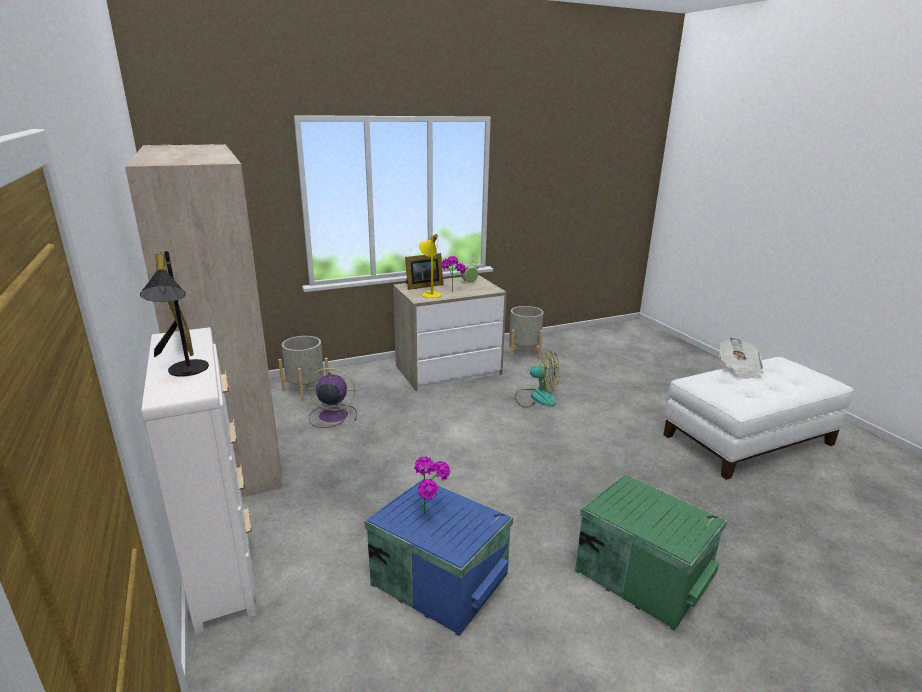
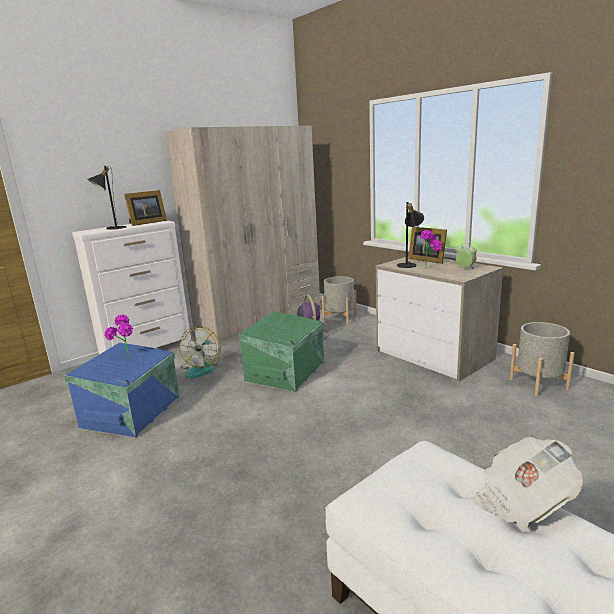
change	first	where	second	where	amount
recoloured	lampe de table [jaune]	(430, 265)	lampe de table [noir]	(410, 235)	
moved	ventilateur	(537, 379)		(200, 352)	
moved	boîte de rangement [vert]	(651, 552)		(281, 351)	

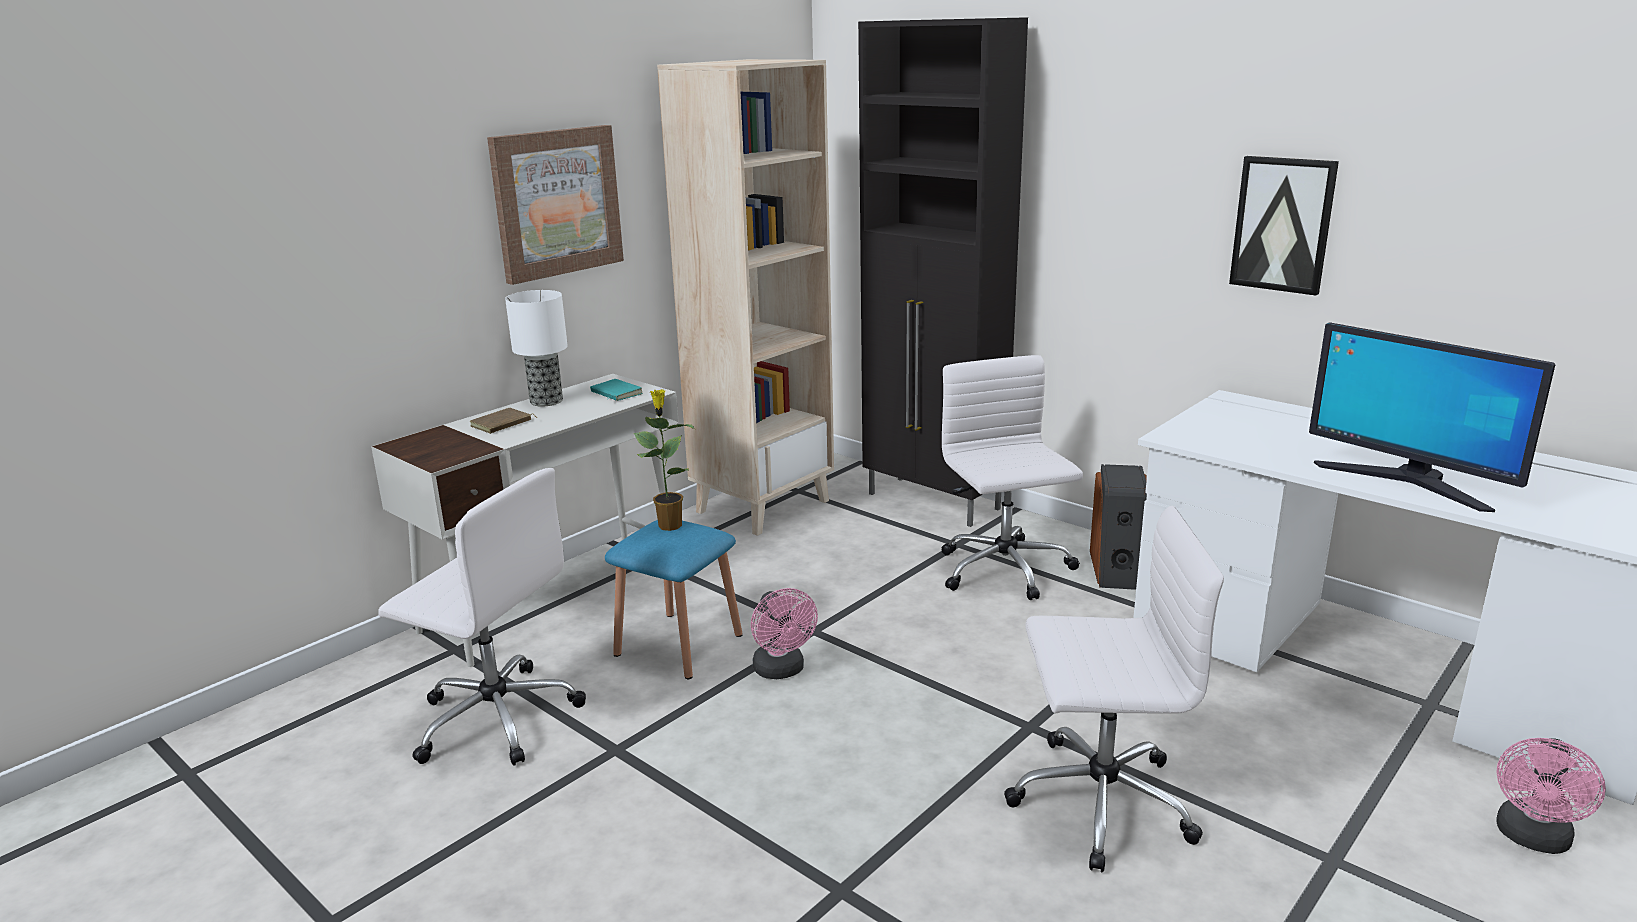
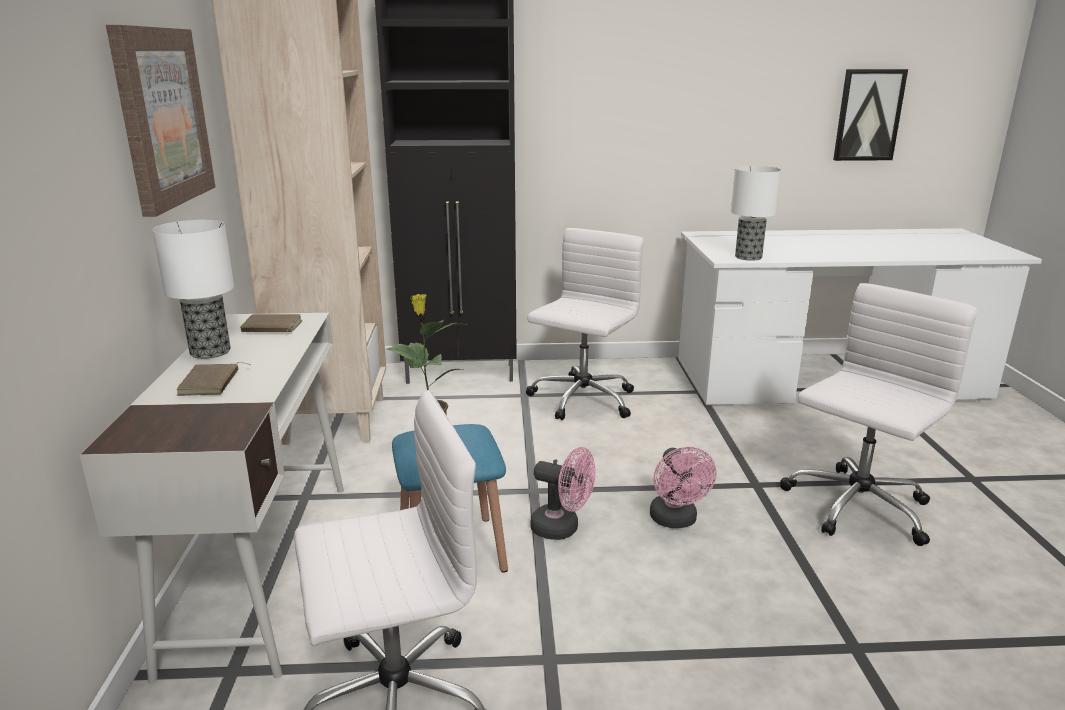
change	first	where	second	where	amount
recoloured	livre [turquoise]	(616, 390)	livre [marron]	(271, 323)	
turned	chaise de bureau [blanc]	(1012, 477)		(585, 324)	90 degrees clockwise
removed	enceinte	(1118, 527)			
moved	tableau	(1284, 226)		(870, 115)	
removed	écran d'ordinateur	(1432, 417)			
moved	ventilateur [rose]	(1551, 796)		(683, 487)	
added			lampe de table	(756, 213)	

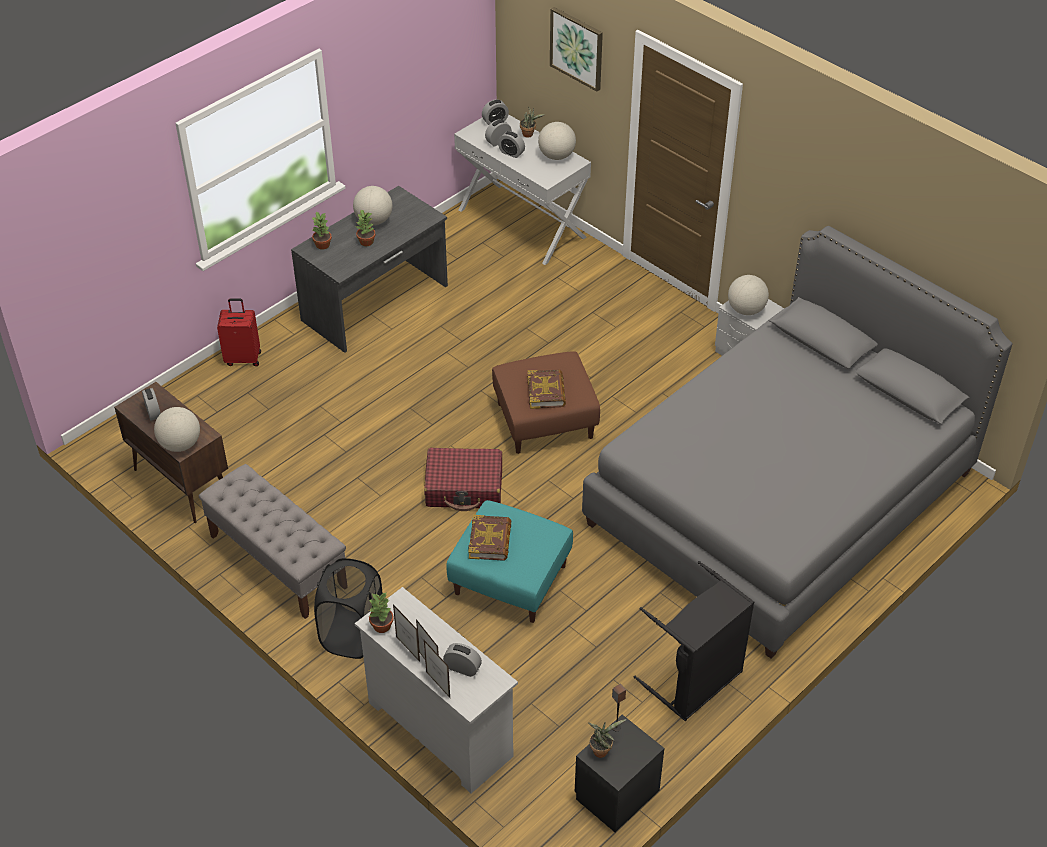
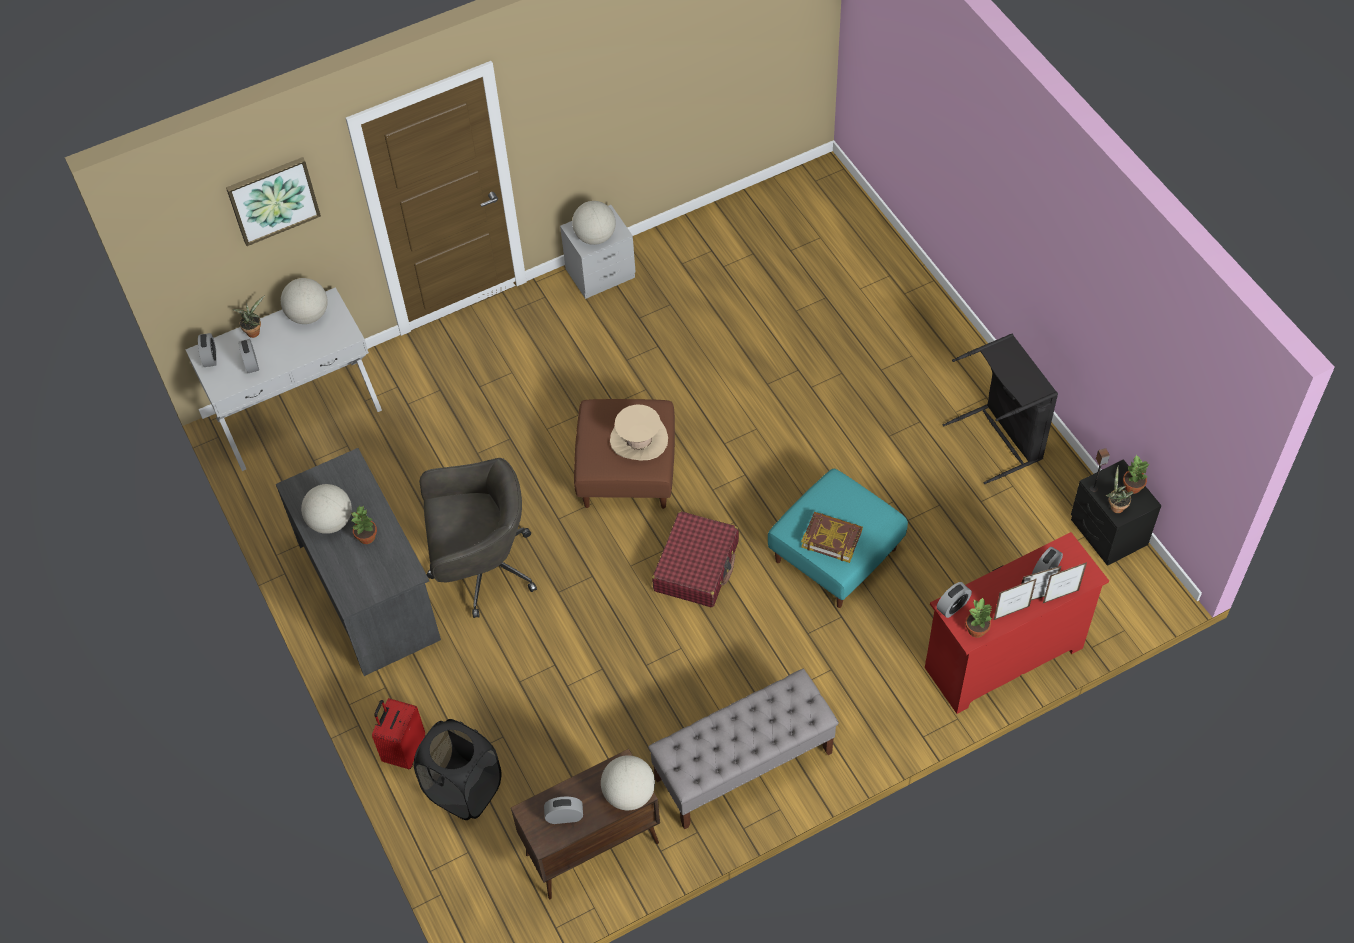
change	first	where	second	where	amount
moved	plante en pot	(321, 231)		(1136, 474)	
moved	panier à linge [noir]	(348, 608)		(458, 769)	
recoloured	commode [blanc]	(436, 690)	commode [rouge]	(1017, 623)	
moved	réveil	(511, 144)		(954, 600)	
replaced	livre	(546, 389)	chapeau [beige]	(639, 432)	
removed	lit [gris]	(797, 442)			
added			chaise de bureau [gris]	(478, 538)	

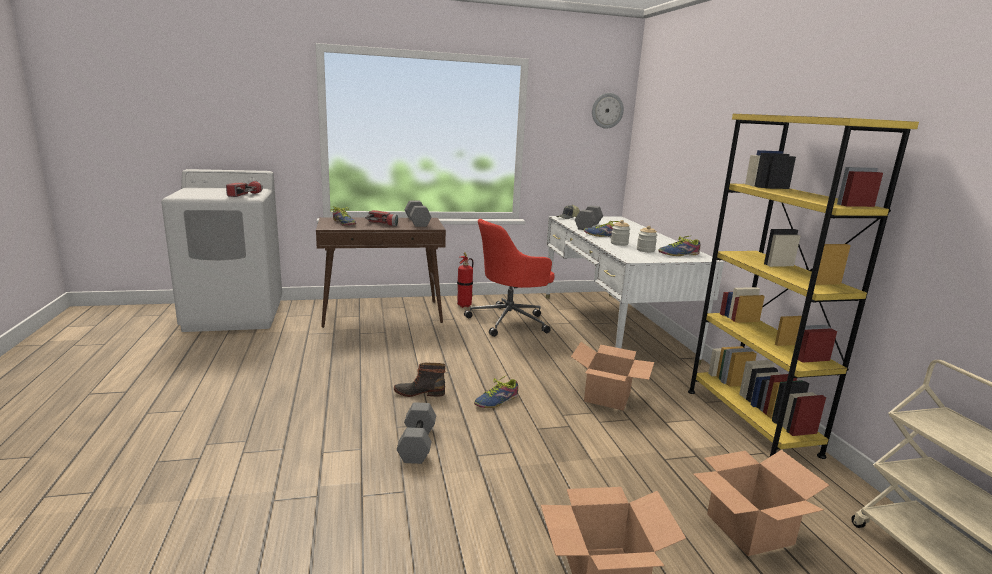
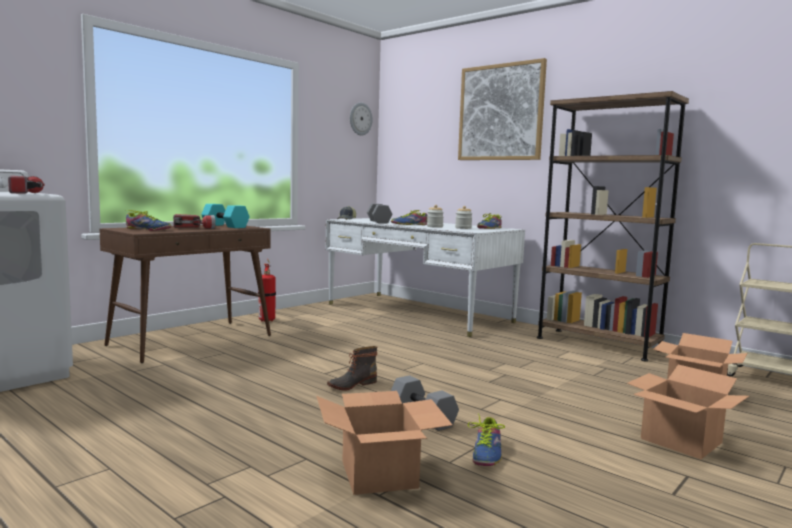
change	first	where	second	where	amount
recoloured	haltère [gris]	(418, 213)	haltère [turquoise]	(225, 216)	
removed	chaise de bureau [rouge]	(509, 278)			
moved	chaussure	(496, 391)		(486, 439)	
moved	carton	(612, 376)		(384, 443)	
recoloured	bibliothèque [jaune]	(803, 286)	bibliothèque [marron]	(613, 226)	
added			tableau	(502, 109)	

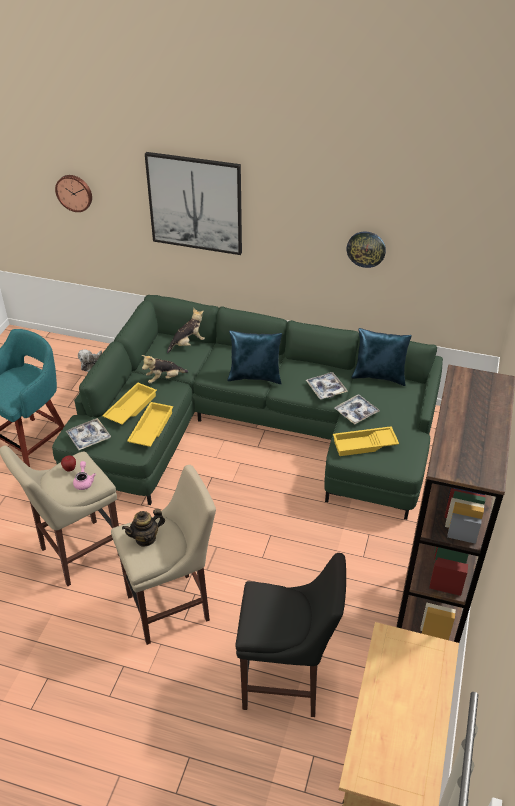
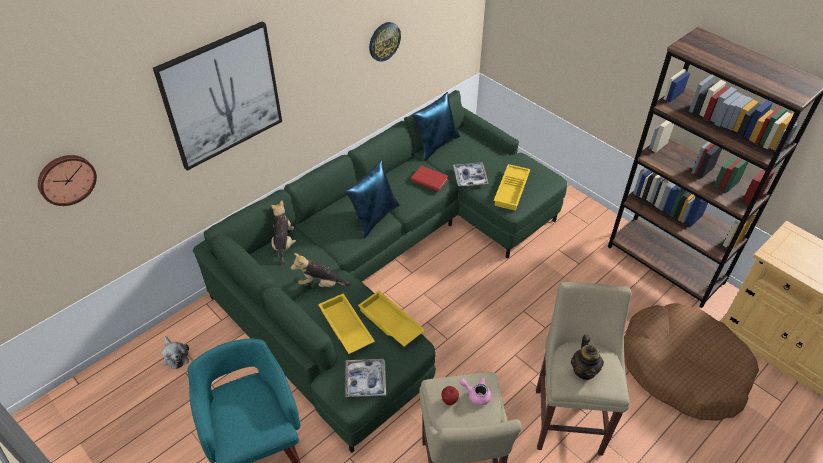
change	first	where	second	where	amount
turned	peluche	(165, 369)		(321, 270)	90 degrees clockwise
replaced	tabouret [noir]	(290, 635)	panier pour chien [marron]	(691, 362)	
replaced	plateau	(327, 385)	livre [rouge]	(429, 179)	

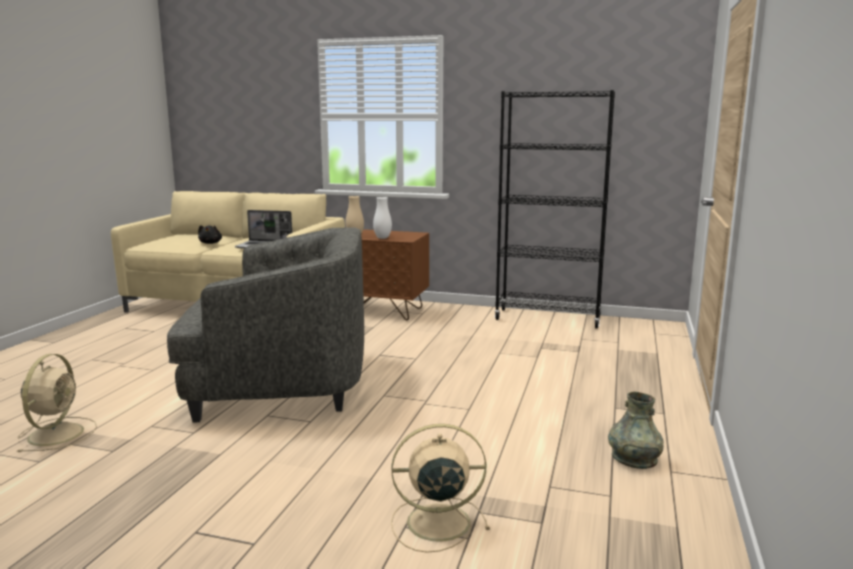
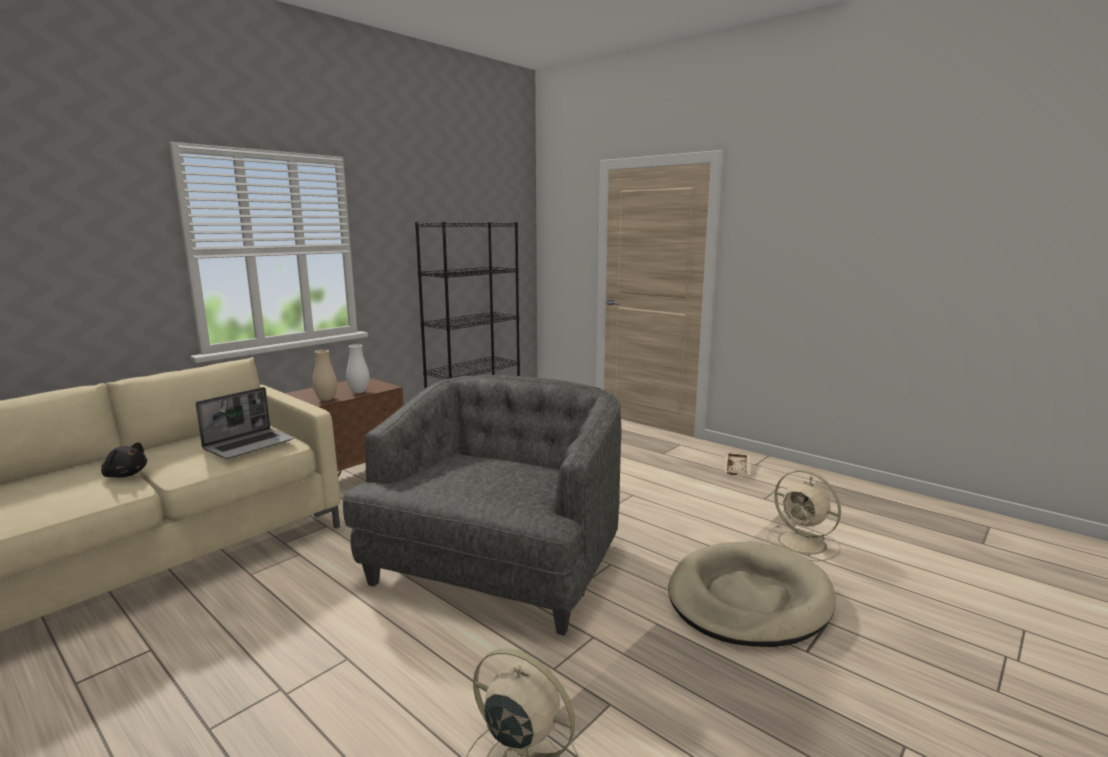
change	first	where	second	where	amount
turned	ventilateur [beige]	(440, 488)		(804, 515)	60 degrees counterclockwise
replaced	vase [gris]	(635, 430)	plateau [beige]	(737, 463)	
added			panier pour chien [beige]	(752, 594)	

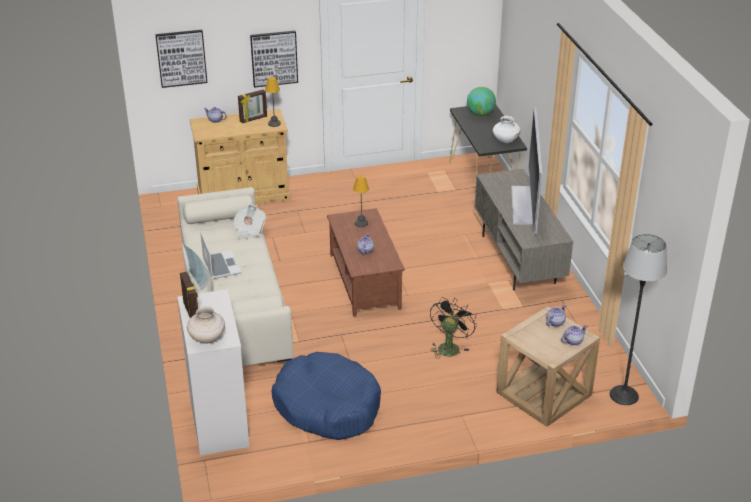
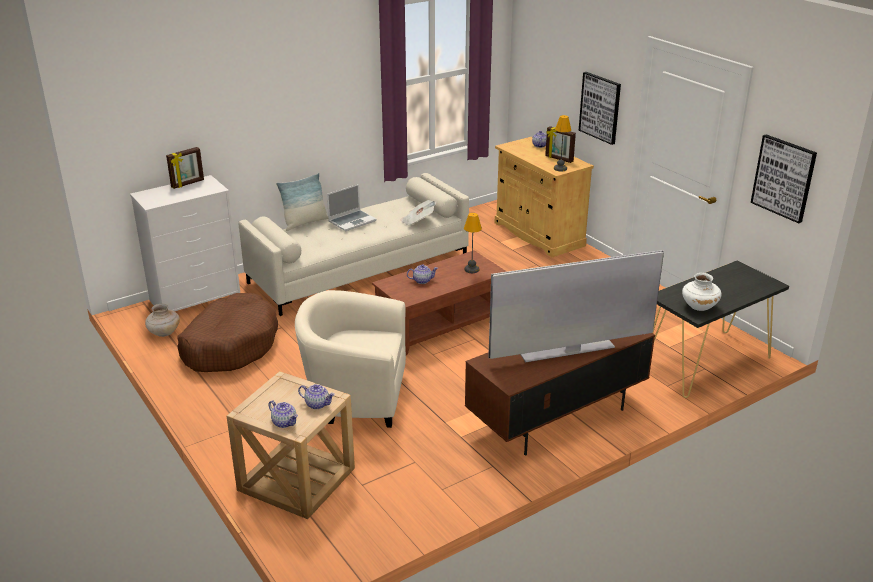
change	first	where	second	where	amount
moved	tableau	(181, 59)		(784, 178)	
moved	vase [beige]	(206, 325)		(162, 320)	
recoloured	panier pour chien [bleu]	(326, 396)	panier pour chien [marron]	(227, 332)	
replaced	ventilateur [noir]	(453, 328)	fauteuil [beige]	(350, 359)	
removed	globe	(481, 101)			
recoloured	meuble télé [gris]	(524, 229)	meuble télé [marron]	(560, 394)	
removed	lampadaire	(638, 319)			

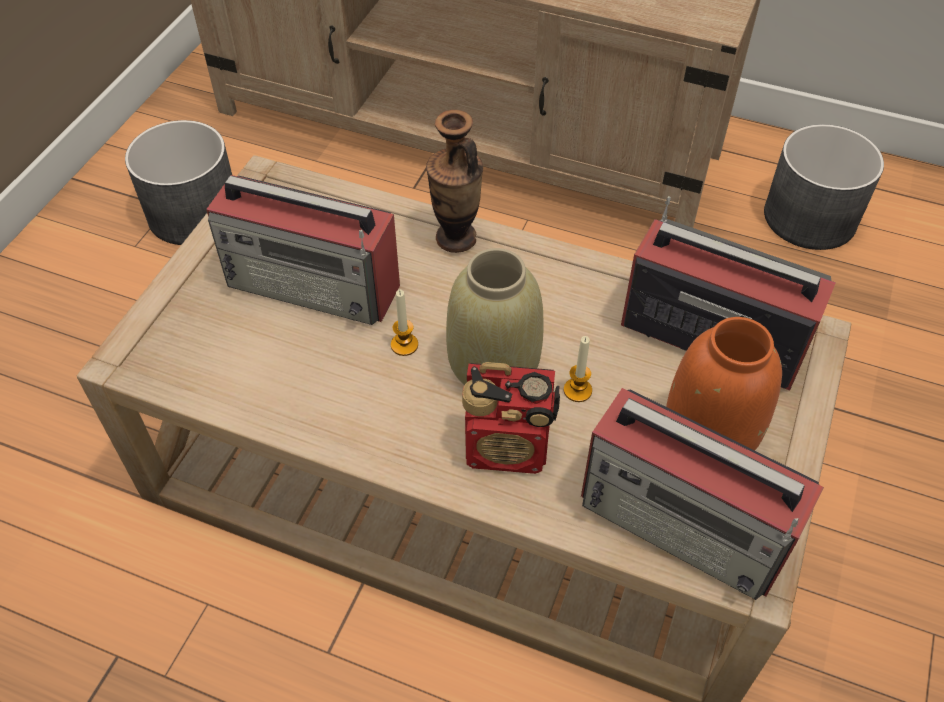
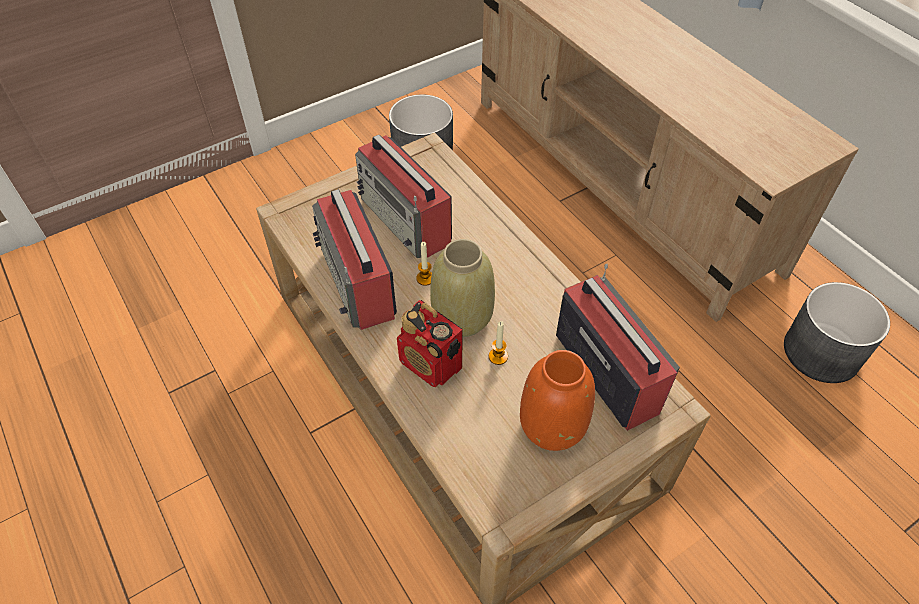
change	first	where	second	where	amount
removed	vase	(454, 181)			
moved	radio	(702, 494)		(354, 259)	

